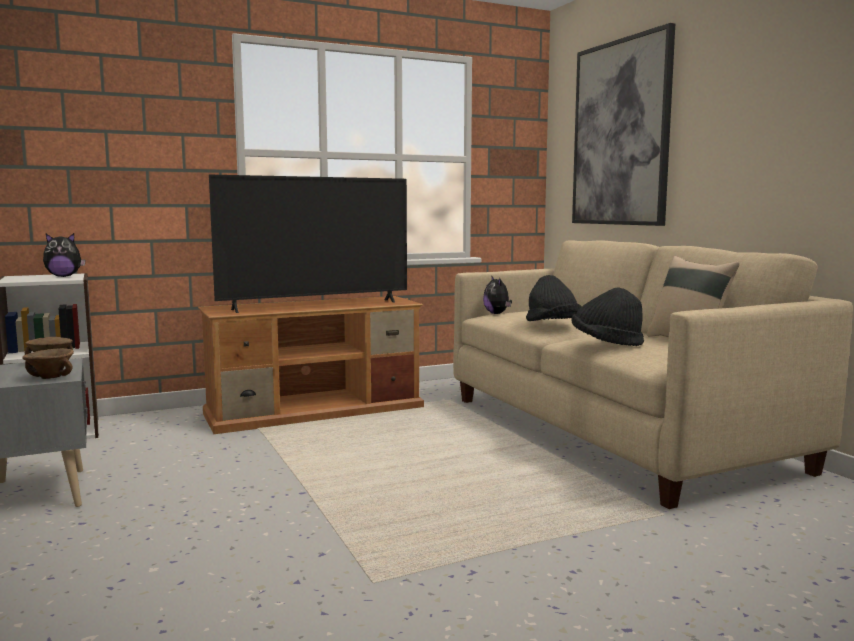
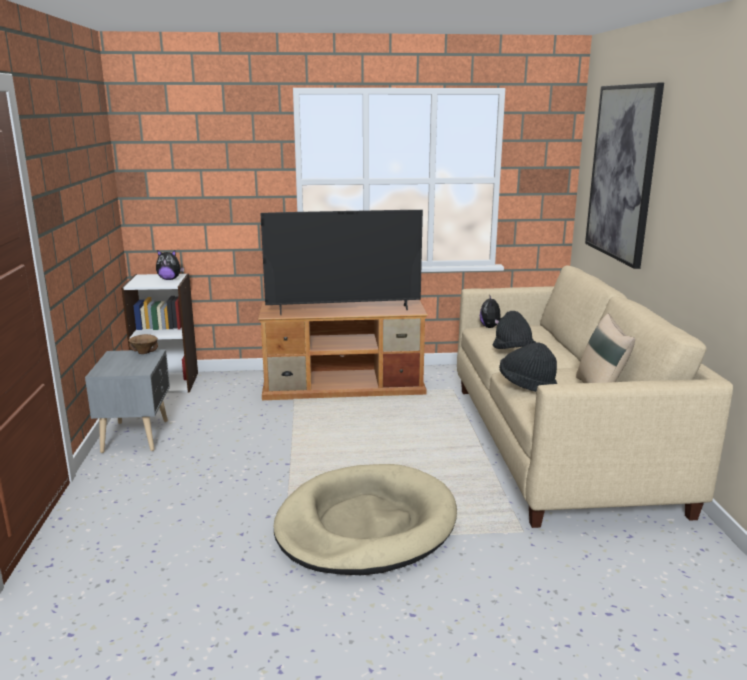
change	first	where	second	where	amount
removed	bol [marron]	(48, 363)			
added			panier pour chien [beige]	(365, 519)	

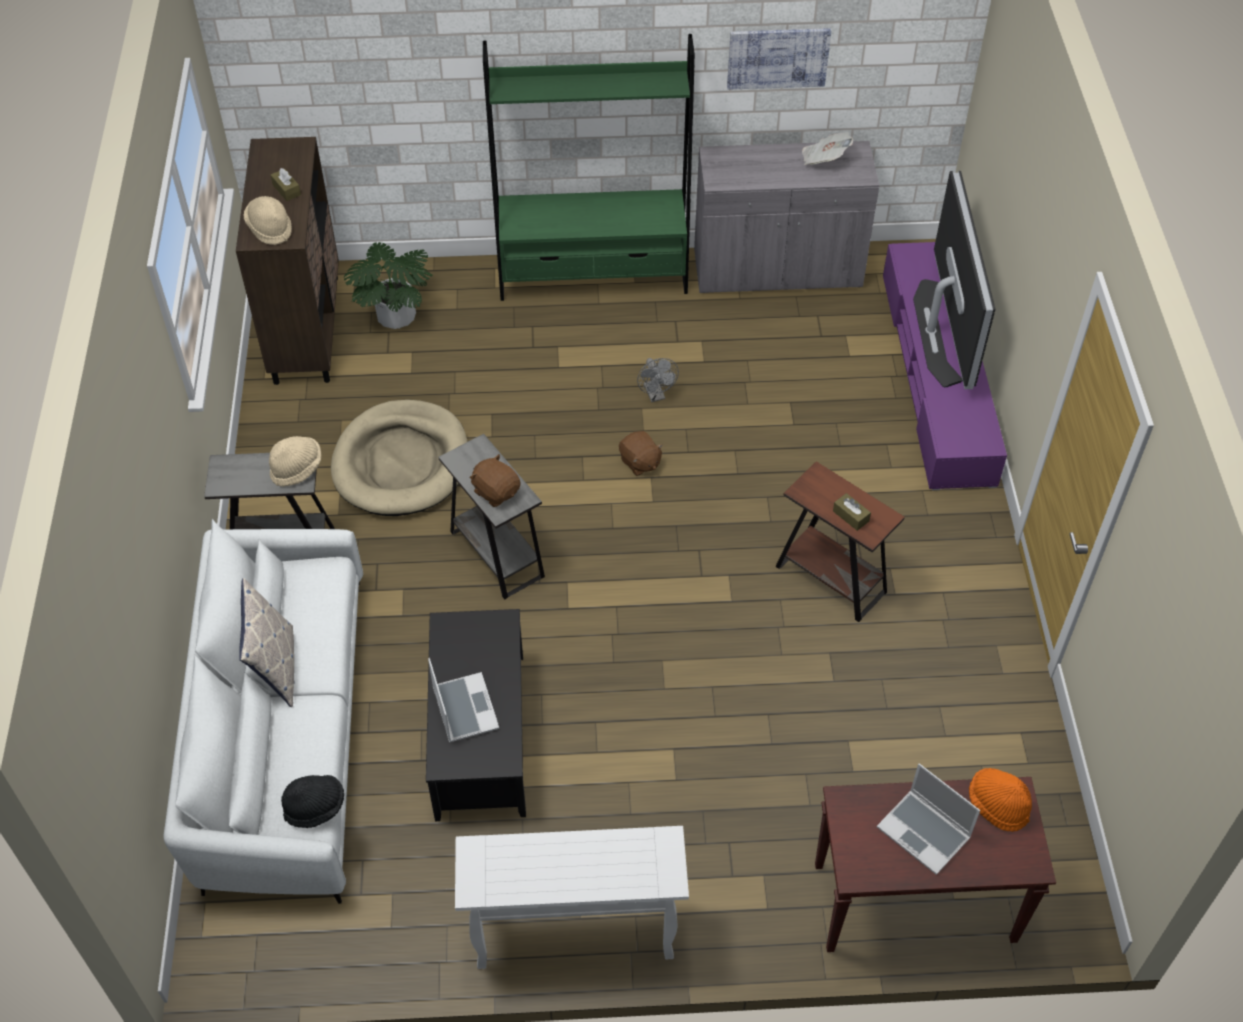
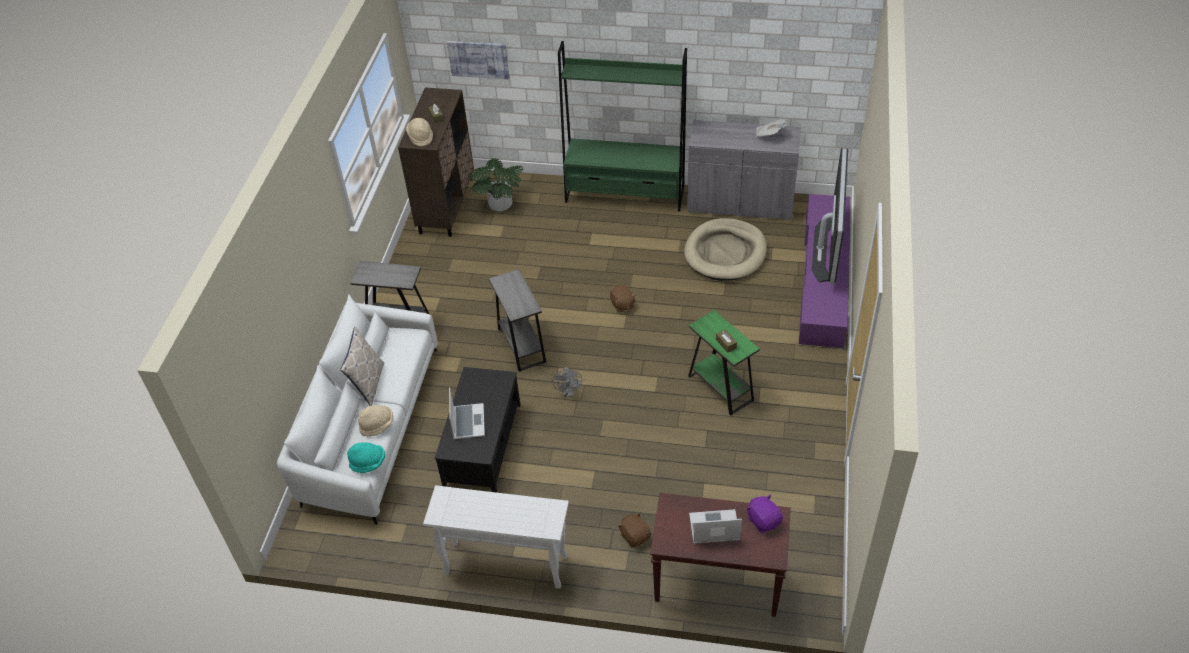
change	first	where	second	where	amount
moved	chapeau [beige]	(295, 461)		(375, 420)	
recoloured	chapeau [noir]	(312, 801)	chapeau [turquoise]	(366, 457)	
moved	panier pour chien [beige]	(399, 458)		(725, 249)	
moved	peluche [marron]	(495, 480)		(634, 530)	
moved	ventilateur [gris]	(658, 380)		(567, 382)	
moved	tableau	(779, 59)		(478, 60)	
recoloured	table d'appoint [marron]	(840, 542)	table d'appoint [vert]	(724, 362)	
turned	ordinateur portable	(928, 819)		(715, 526)	120 degrees clockwise
replaced	chapeau [orange]	(1000, 800)	peluche [violet]	(765, 513)	

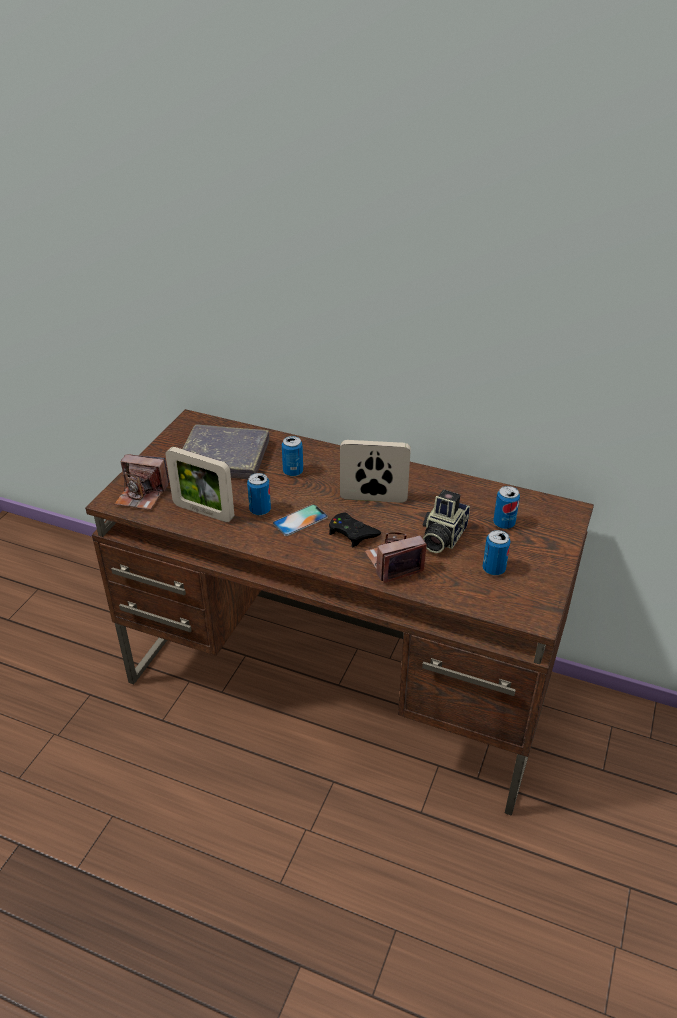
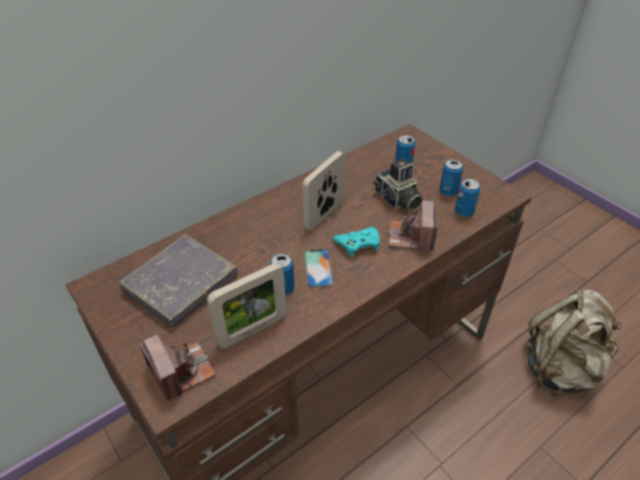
change	first	where	second	where	amount
turned	appareil photo	(142, 482)		(177, 367)	75 degrees counterclockwise
moved	boîte métallique	(292, 456)		(467, 198)	
recoloured	manette [noir]	(355, 529)	manette [turquoise]	(356, 242)	
added			sac à dos [beige]	(574, 343)	

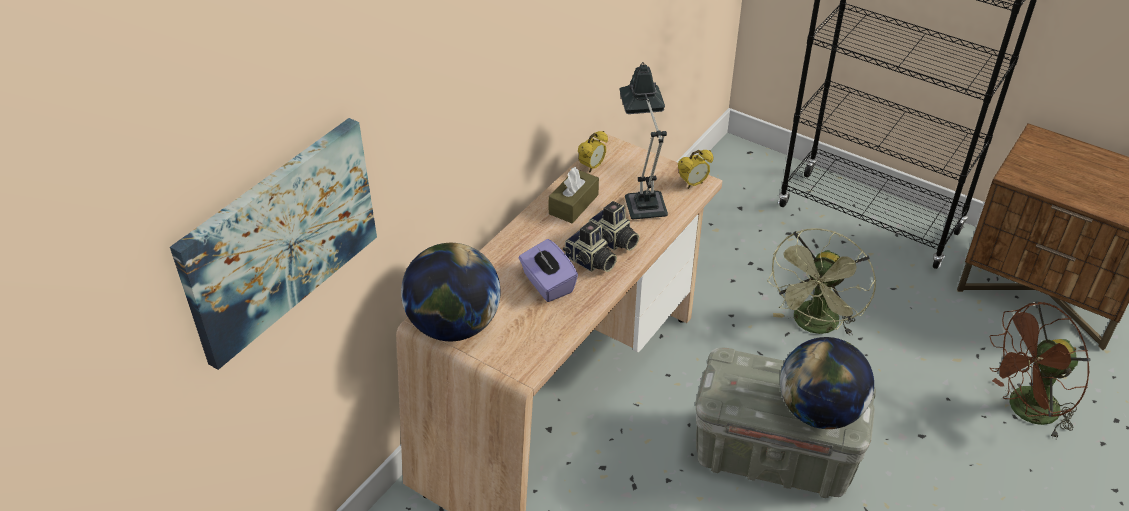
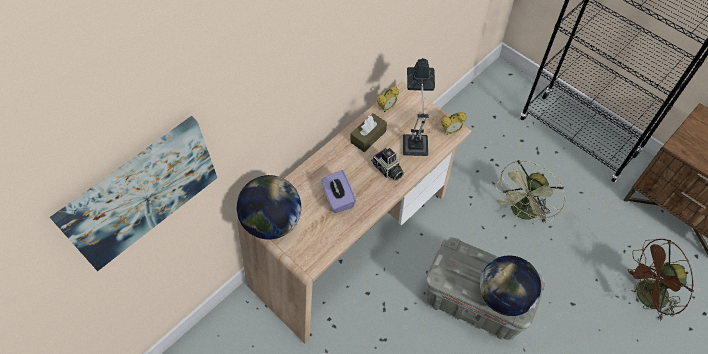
change	first	where	second	where	amount
removed	appareil photo	(590, 247)			

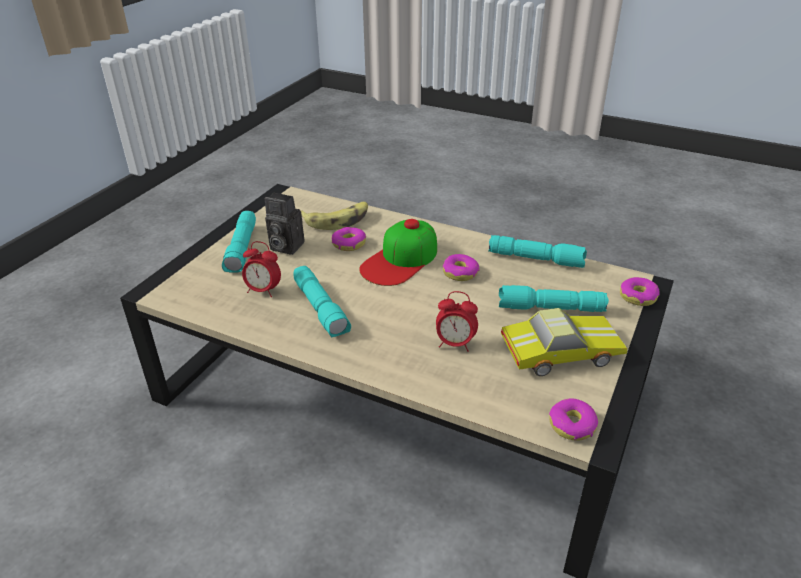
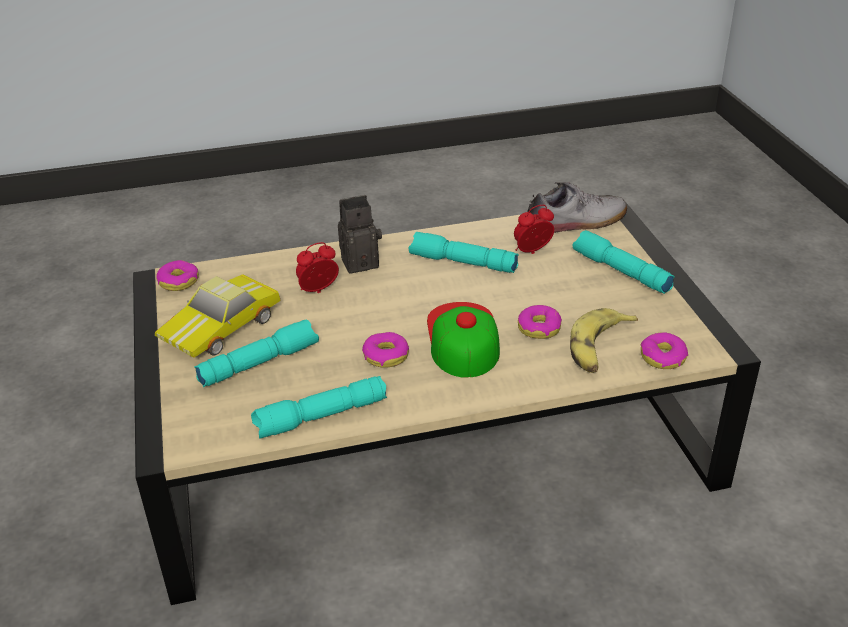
change	first	where	second	where	amount
moved	appareil photo	(284, 224)		(360, 234)	
moved	beignet	(640, 291)		(664, 350)	
added			chaussure	(577, 207)	

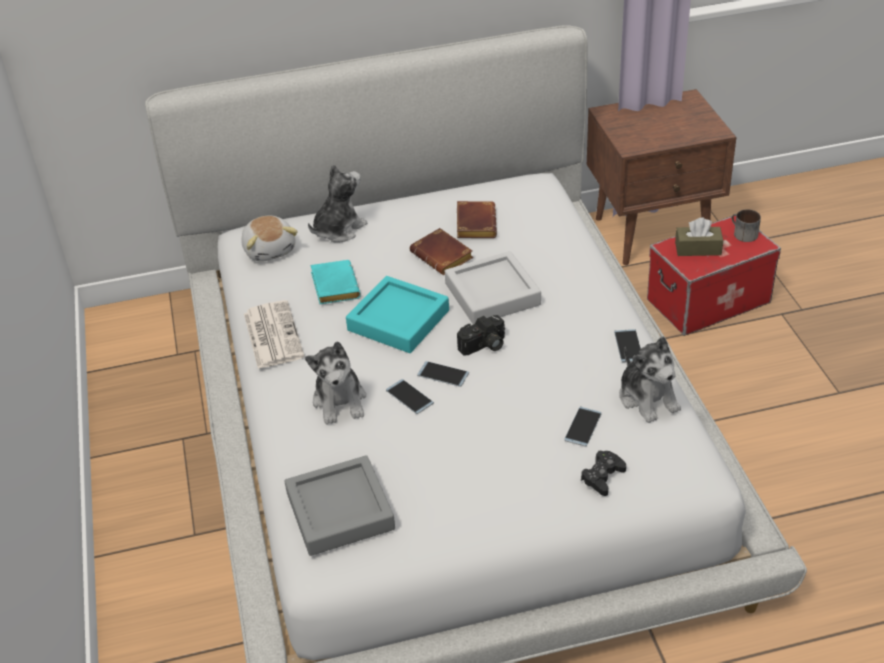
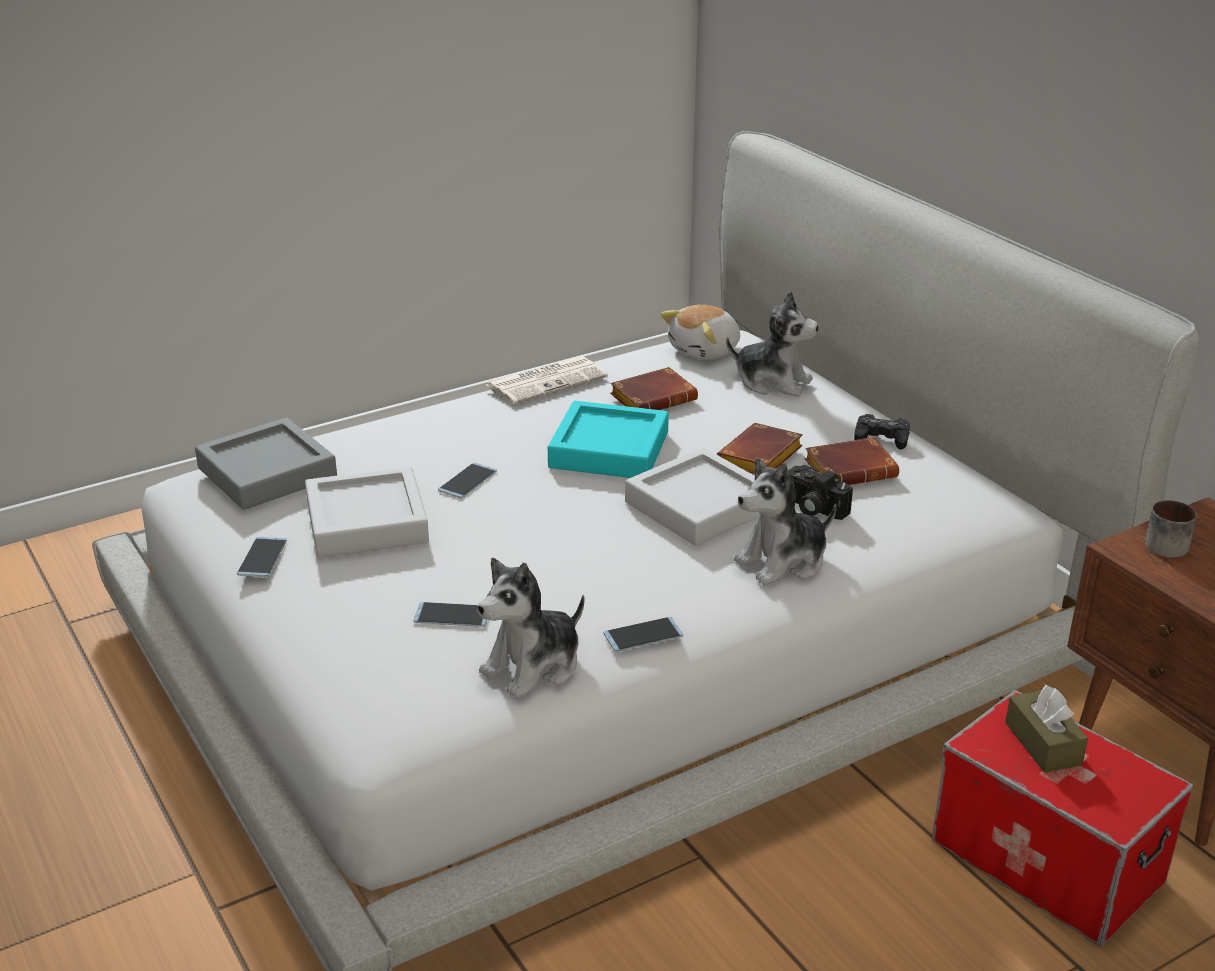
change	first	where	second	where	amount
moved	peluche	(335, 383)		(785, 521)	
recoloured	livre [turquoise]	(336, 282)	livre [marron]	(654, 388)	
moved	téléphone	(443, 374)		(262, 557)	
moved	appareil photo	(481, 335)		(820, 492)	
moved	manette [noir]	(603, 473)		(882, 432)	
moved	mug	(746, 225)		(1171, 529)	
added			plateau [gris]	(367, 512)	

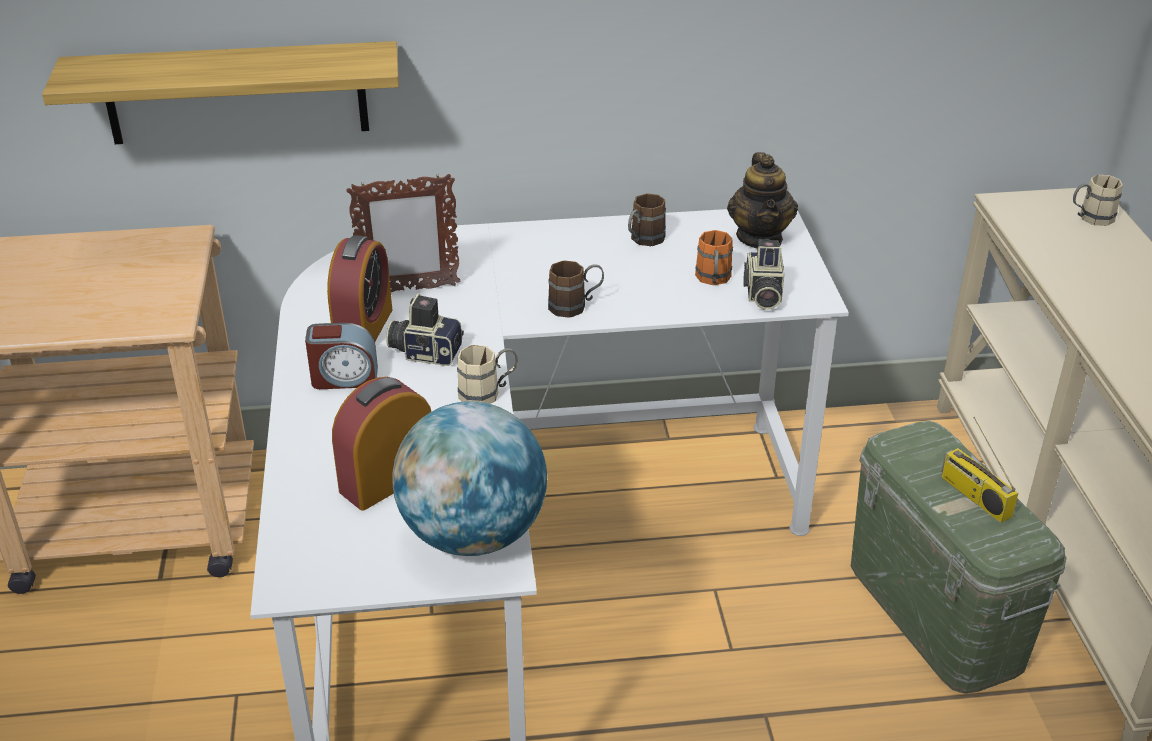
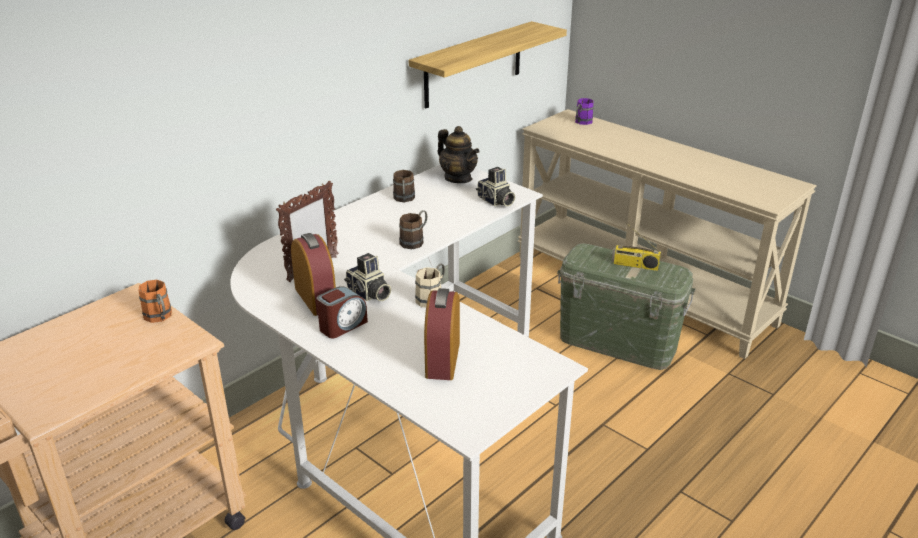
change	first	where	second	where	amount
moved	étagère	(220, 92)		(488, 64)	
turned	appareil photo	(425, 329)		(367, 277)	105 degrees counterclockwise
removed	globe	(469, 478)			
moved	mug [orange]	(714, 257)		(155, 301)	
recoloured	mug [beige]	(1098, 200)	mug [violet]	(584, 111)	

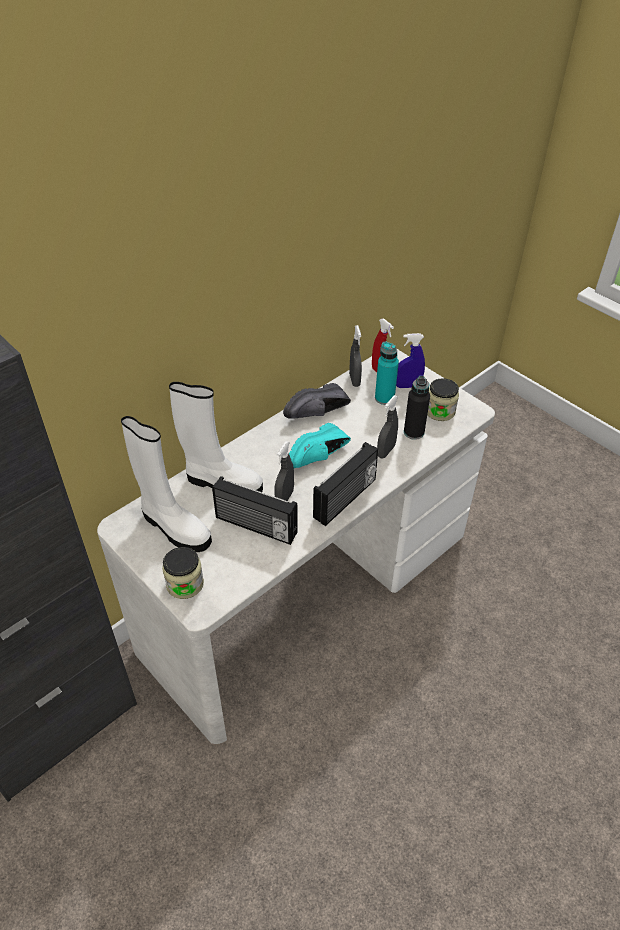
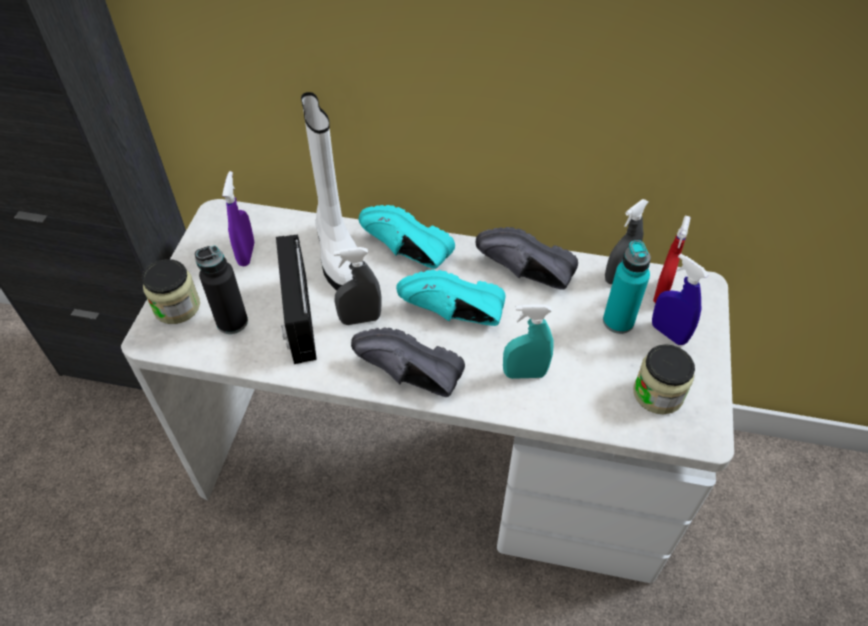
change	first	where	second	where	amount
replaced	botte [blanc]	(166, 484)	vaporisateur [violet]	(238, 218)	
replaced	radio	(345, 484)	chaussure [noir]	(408, 362)	
recoloured	vaporisateur [gris]	(387, 427)	vaporisateur [turquoise]	(528, 341)	
moved	bouteille [noir]	(417, 408)		(221, 290)	
added			chaussure [turquoise]	(406, 237)	

